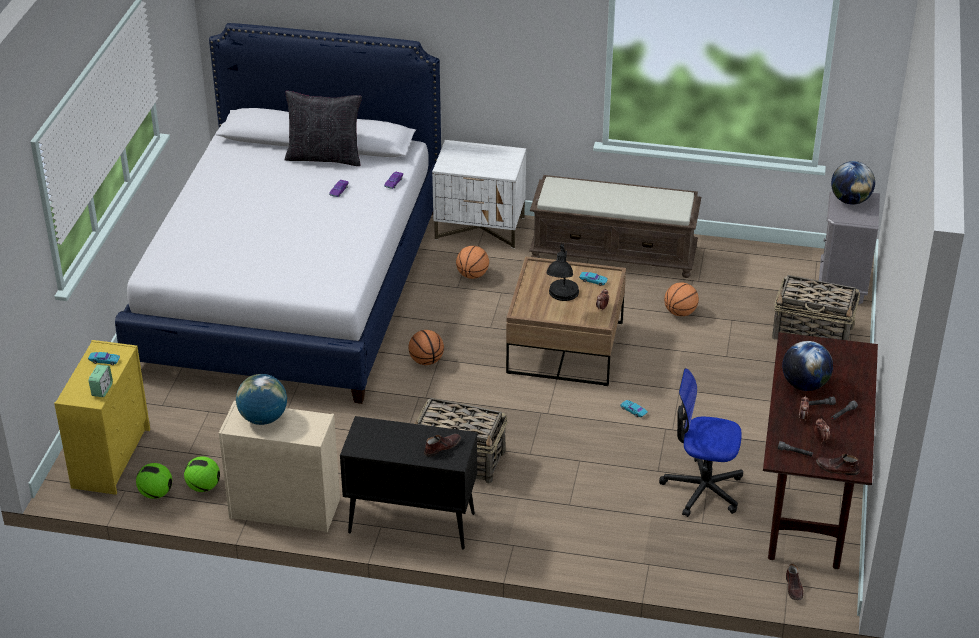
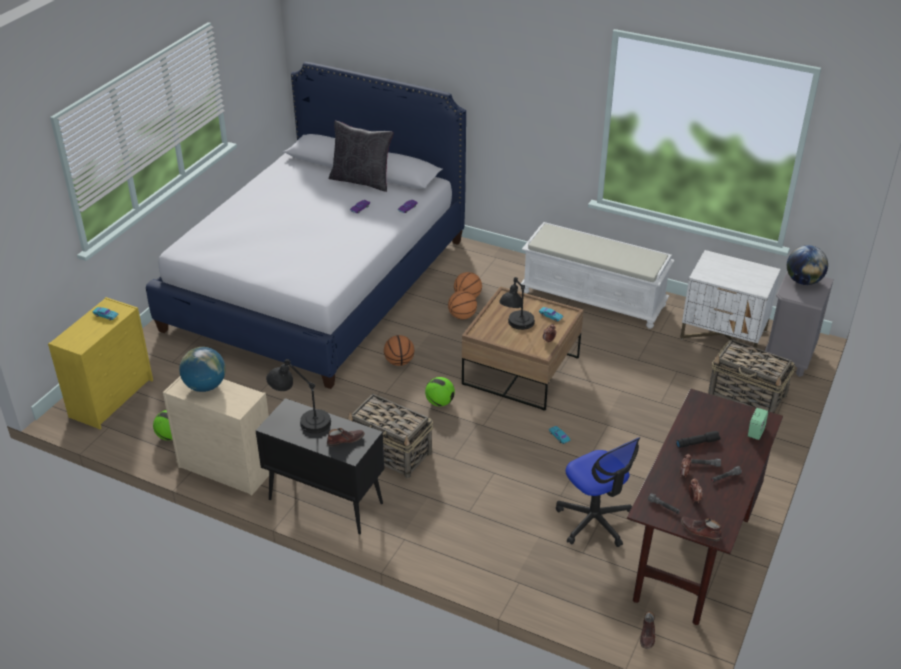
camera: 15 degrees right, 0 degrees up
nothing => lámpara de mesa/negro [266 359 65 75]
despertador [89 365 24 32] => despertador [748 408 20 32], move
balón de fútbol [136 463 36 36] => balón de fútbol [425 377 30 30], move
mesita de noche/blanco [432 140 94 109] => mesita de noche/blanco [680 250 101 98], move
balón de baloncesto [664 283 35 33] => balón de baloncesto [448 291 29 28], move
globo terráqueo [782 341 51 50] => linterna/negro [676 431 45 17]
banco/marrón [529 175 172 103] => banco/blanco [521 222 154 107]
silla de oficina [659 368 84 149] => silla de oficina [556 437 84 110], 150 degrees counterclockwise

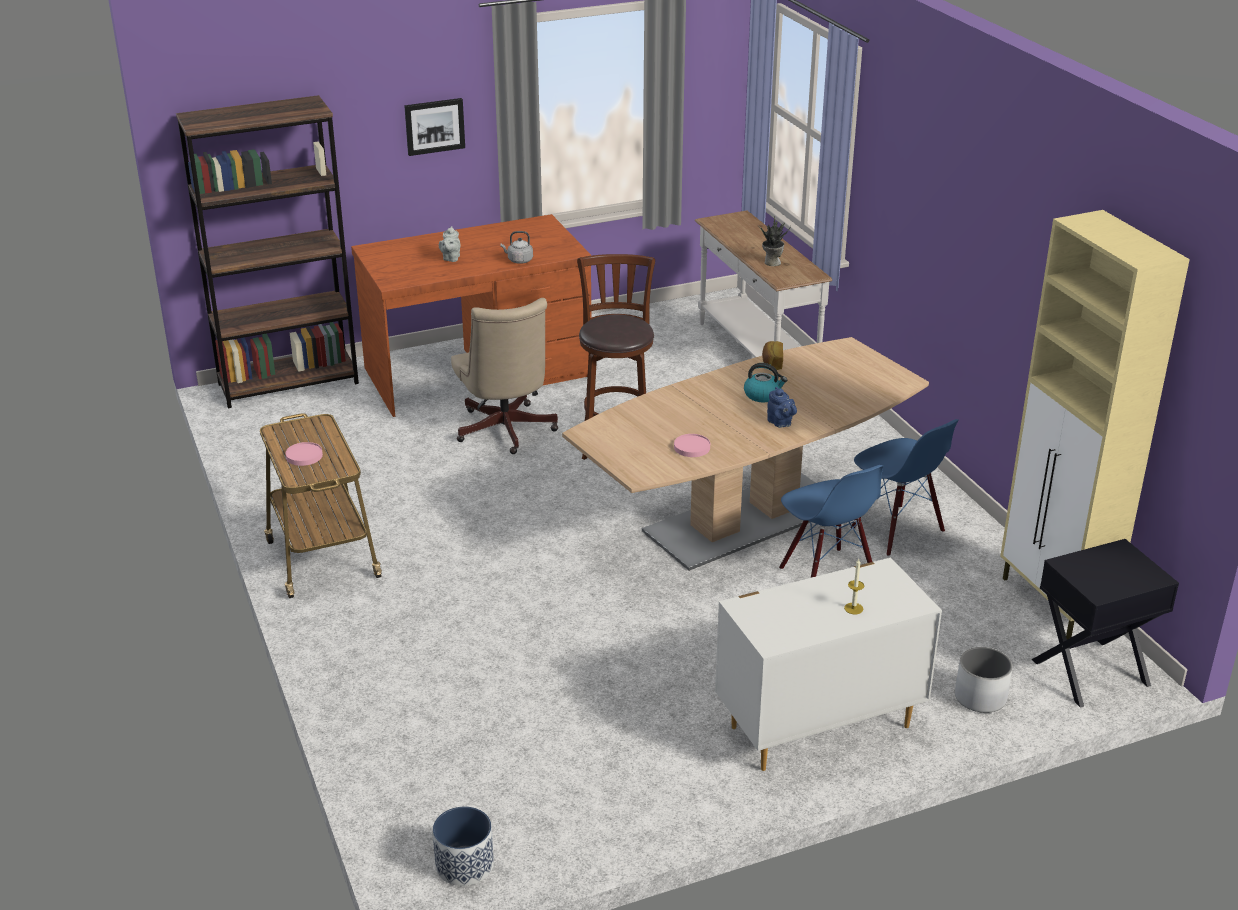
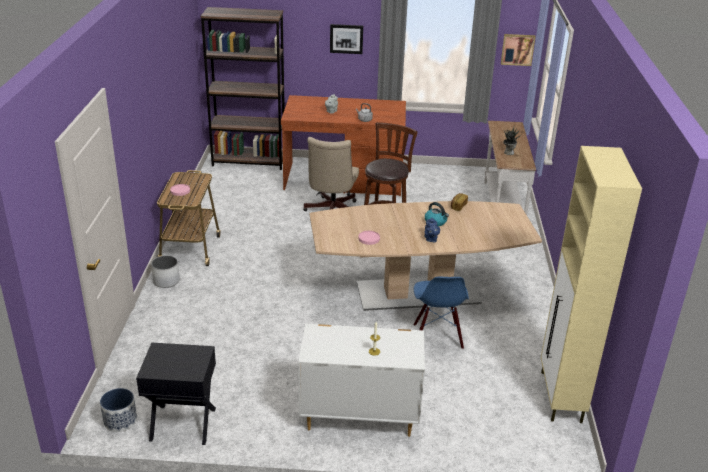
camera: 25 degrees right, 0 degrees up
silla/azul [851 419 108 138] => nothing
nothing => cuadro [501 34 35 32]
maceta/blanco [955 647 57 66] => maceta/blanco [151 256 29 32], move
mesita de noche/negro [1032 539 147 169] => mesita de noche/negro [136 343 80 102], move

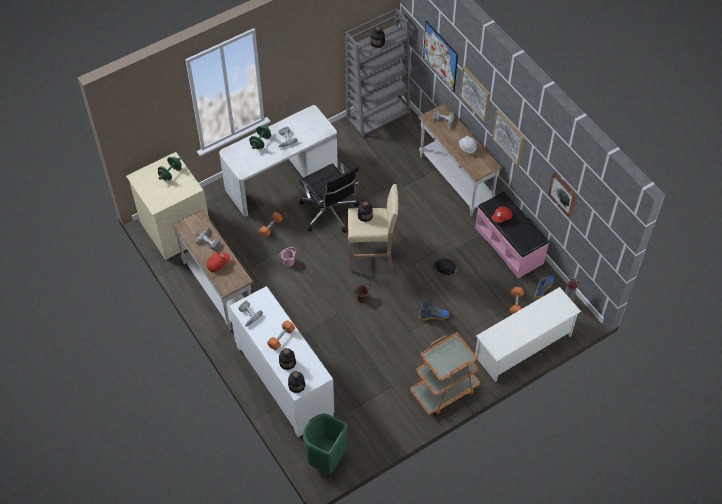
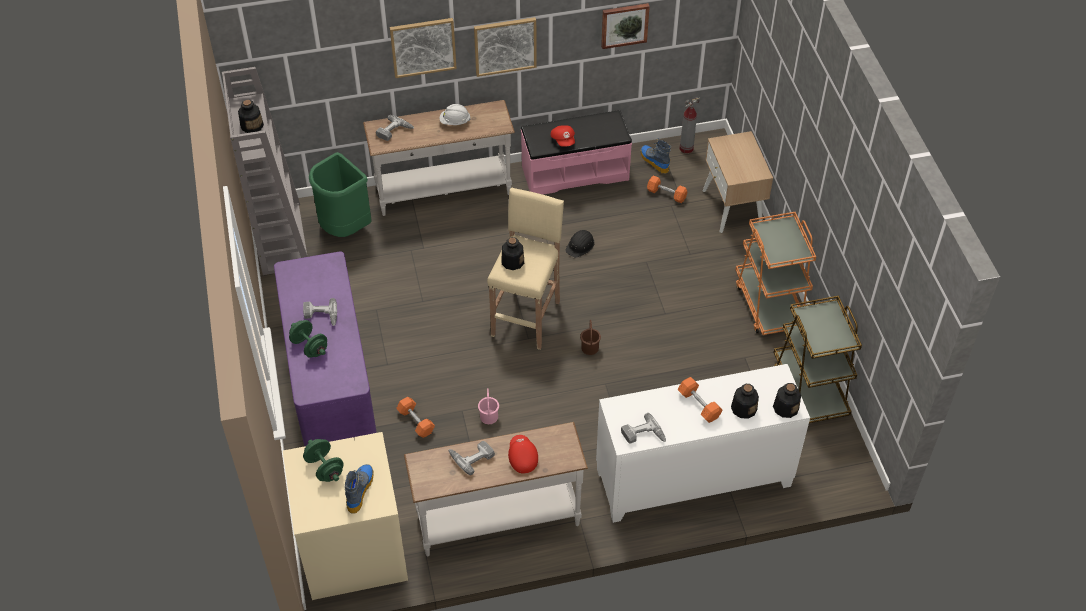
camera: 70 degrees left, 5 degrees down
silla de oficina/negro [299 161 61 72] => nothing
cuadro [423 21 35 71] => nothing
nothing => carrito/marrón [774 296 88 127]
papelera/verde [303 414 45 61] => papelera/verde [309 152 63 85], move
bota [419 302 30 19] => bota [344 464 30 50], move
zapatero/blanco [475 287 106 95] => mesita de noche/beis [703 131 70 102]
escritorio/blanco [219 105 119 111] => escritorio/morado [274 251 103 195]

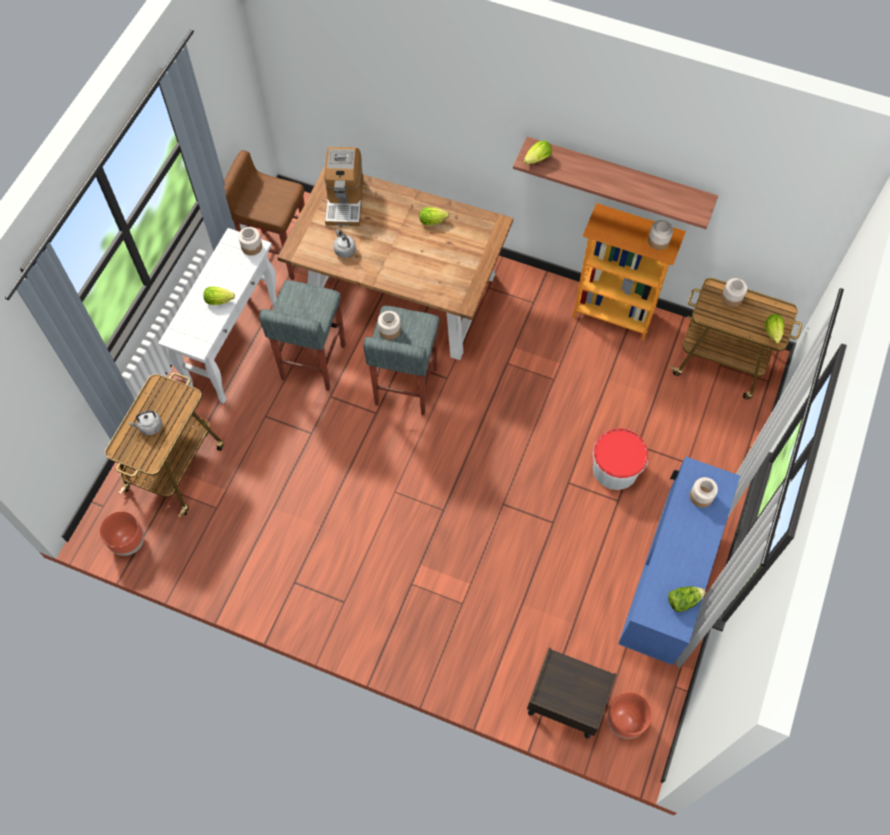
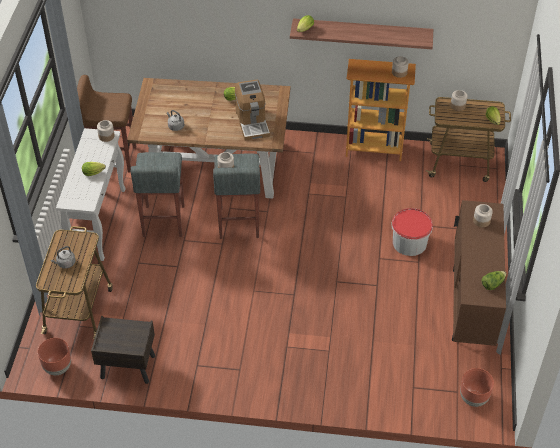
camera: 15 degrees left, 15 degrees down
cafetera [324 147 40 79] => cafetera [235 80 35 61], move
mesita de noche/marrón [527 648 90 91] => mesita de noche/marrón [91 316 64 68], move
armario/azul [618 456 122 209] => armario/marrón [452 200 54 146]

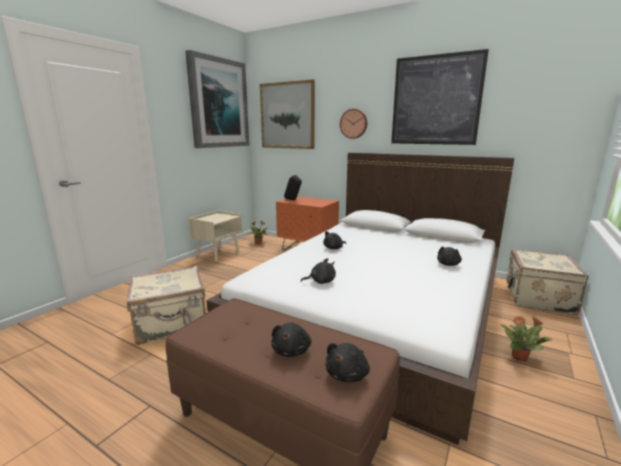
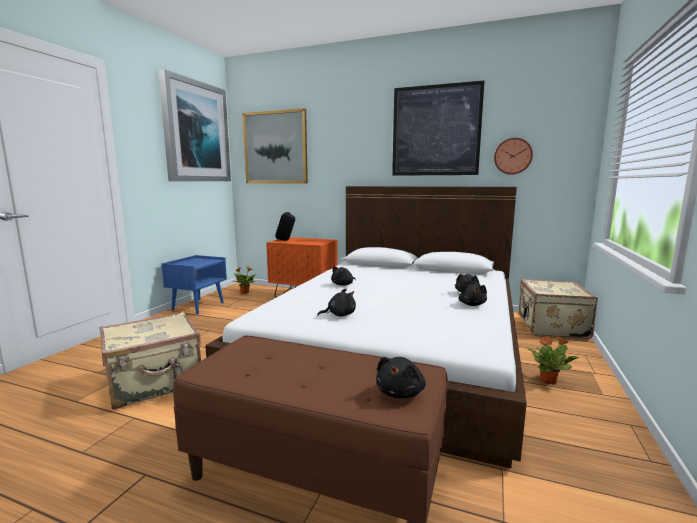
camera: 10 degrees left, 5 degrees down
peluche/negro [271 322 40 35] => peluche/negro [459 284 28 22], move
reloj de pared [340 109 27 30] => reloj de pared [494 138 39 37], move
mesita de noche/beis [189 210 53 52] => mesita de noche/azul [161 255 66 59]

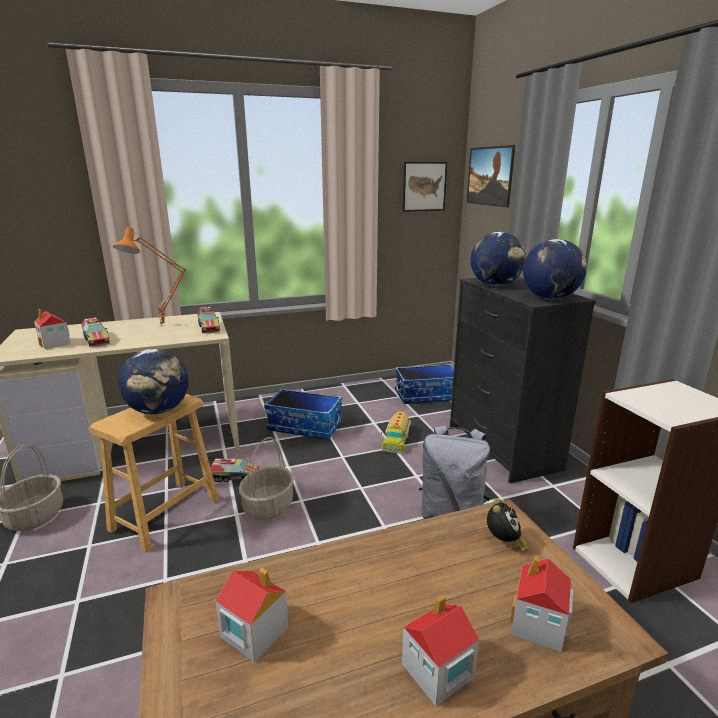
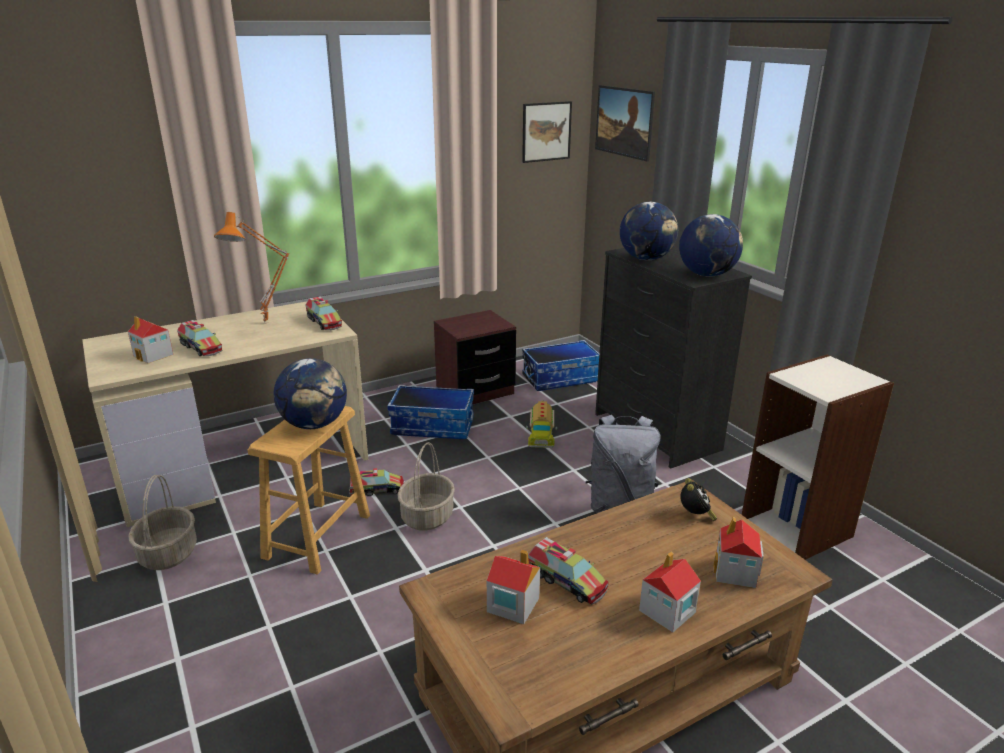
camera: 10 degrees left, 5 degrees up
nothing => mesita de noche/marrón [434 310 82 95]
nothing => camión de juguete [528 537 81 68]

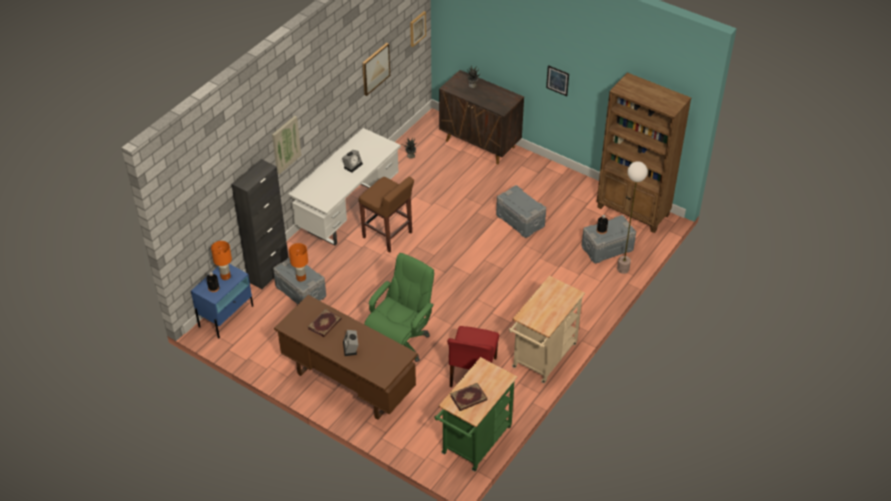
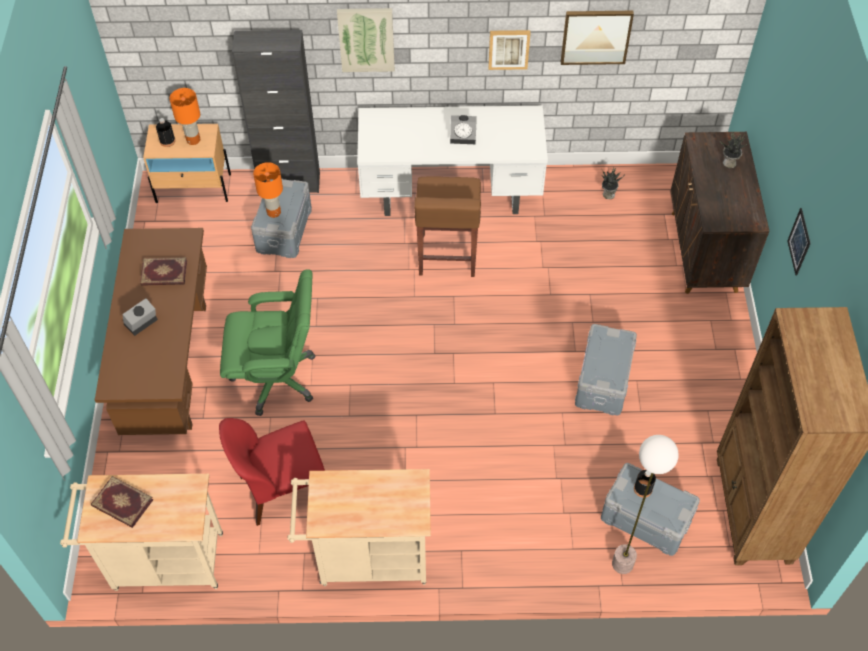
camera: 55 degrees right, 10 degrees up
cuadro [410 11 16 36] => cuadro [488 30 42 40], move
mesita de noche/azul [191 264 62 75] => mesita de noche/beis [143 124 88 79]
carrito/verde [434 357 83 114] => carrito/beis [60 474 163 117]

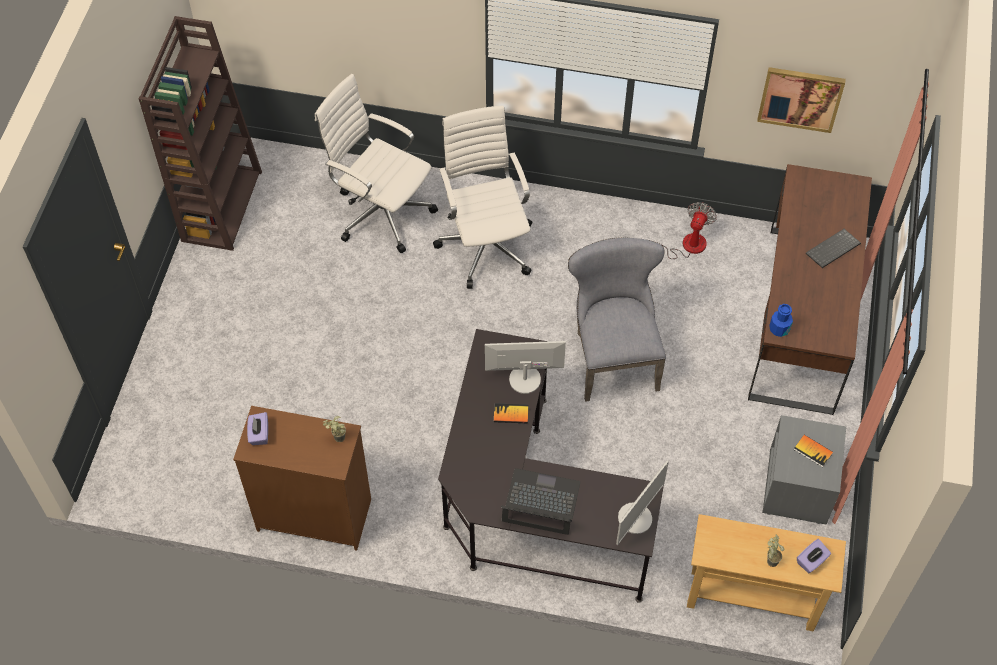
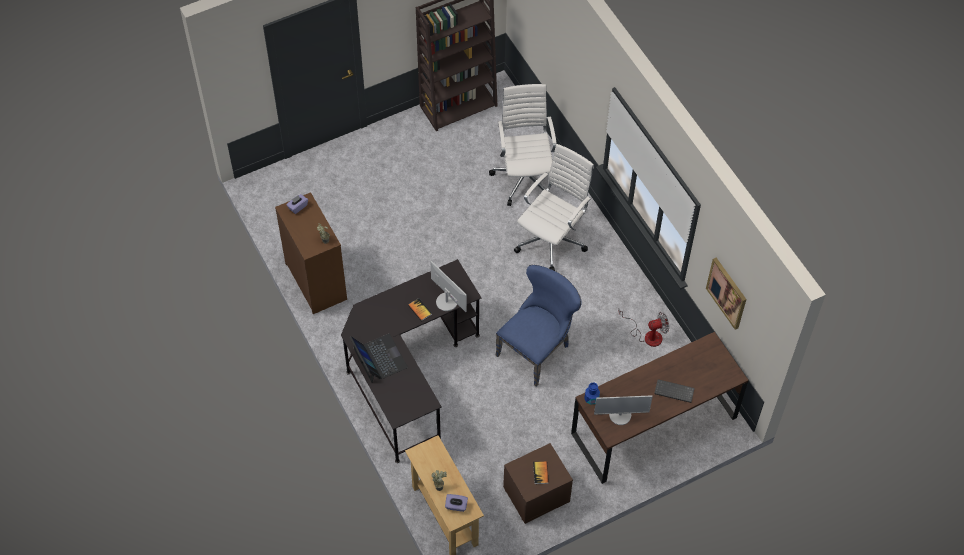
camera: 50 degrees right, 0 degrees up
monitor [616 460 53 85] => monitor [594 395 59 30], move
silla/gris [568 238 98 164] => silla/azul [495 265 86 122]
mesita de noche/gris [762 415 84 110] => mesita de noche/marrón [503 443 70 81]

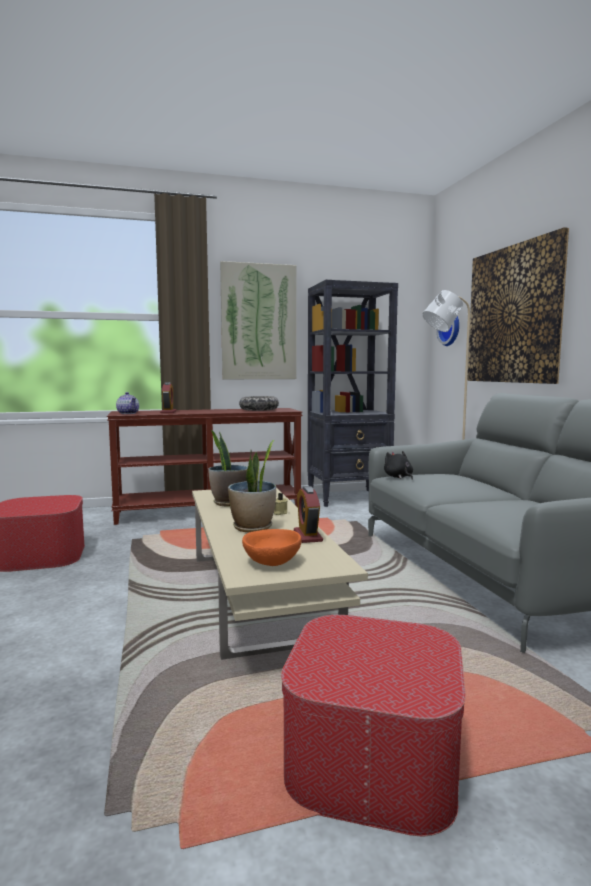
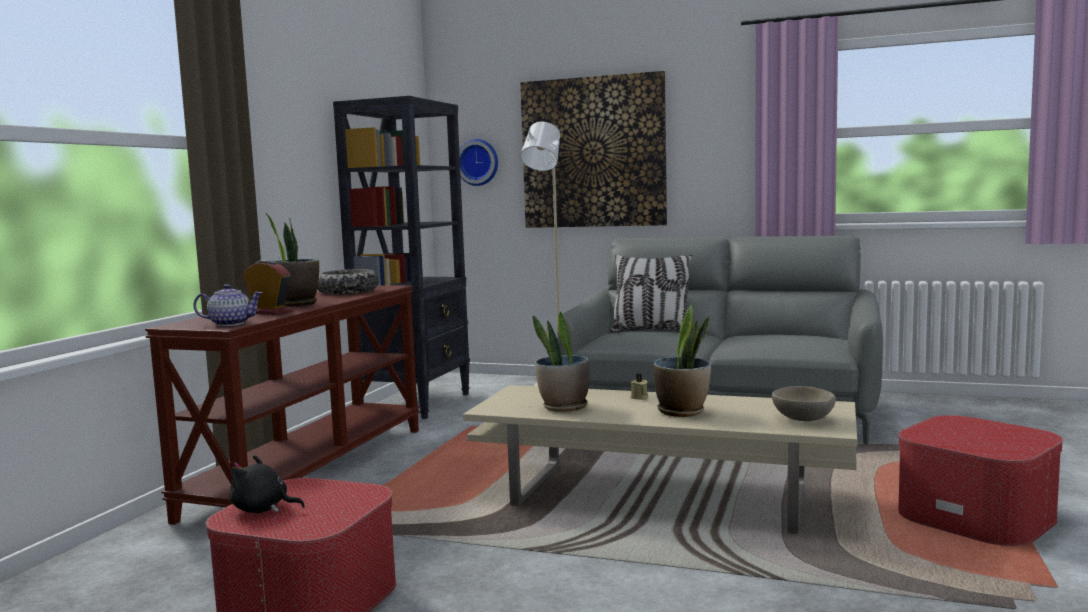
camera: 55 degrees left, 0 degrees up
cuadro [220 261 77 118] => nothing
despertador [294 486 29 57] => nothing
nothing => planta en maceta [265 213 54 93]
nothing => cojín [610 254 82 78]
peluche/negro [384 451 29 28] => peluche/negro [229 455 76 58], move
cuenco/naranja [242 529 60 37] => cuenco/beis [772 386 64 35]

